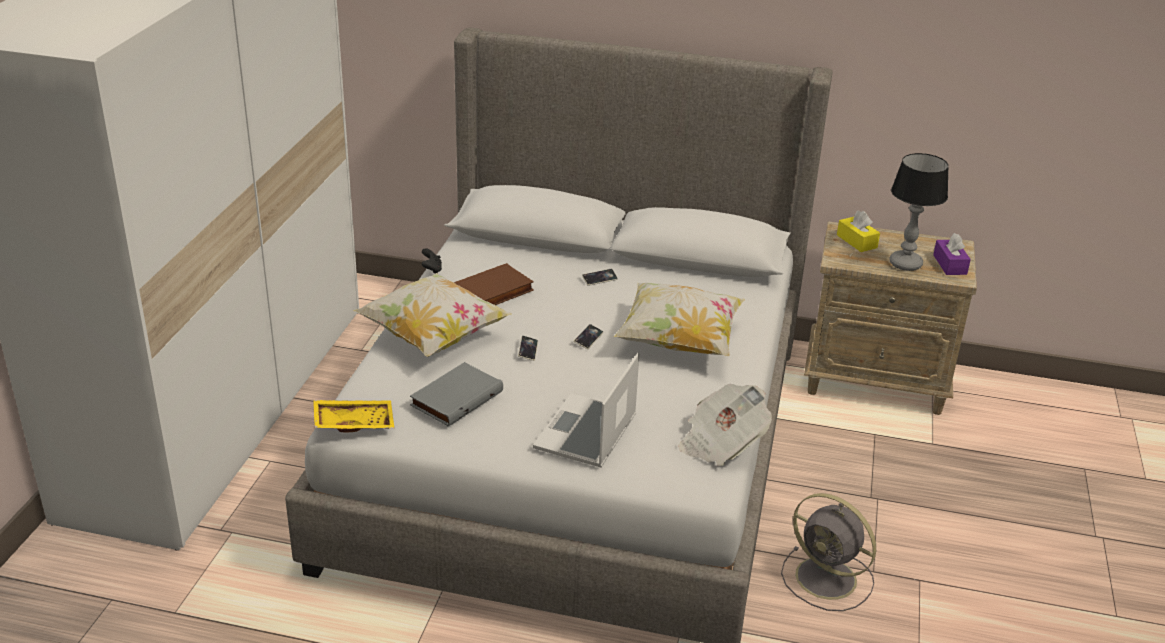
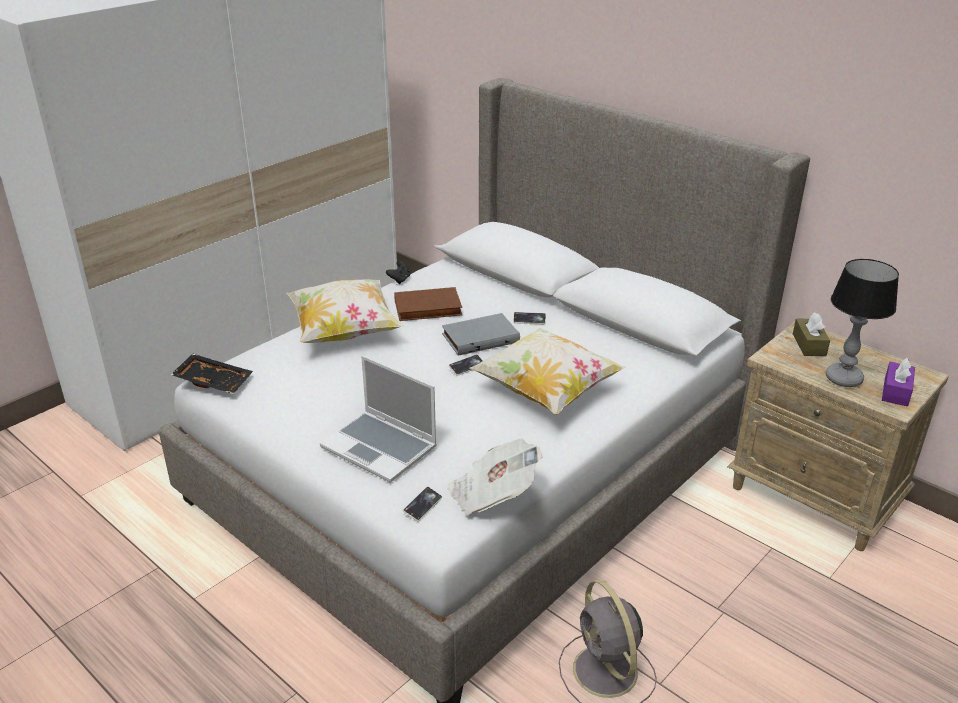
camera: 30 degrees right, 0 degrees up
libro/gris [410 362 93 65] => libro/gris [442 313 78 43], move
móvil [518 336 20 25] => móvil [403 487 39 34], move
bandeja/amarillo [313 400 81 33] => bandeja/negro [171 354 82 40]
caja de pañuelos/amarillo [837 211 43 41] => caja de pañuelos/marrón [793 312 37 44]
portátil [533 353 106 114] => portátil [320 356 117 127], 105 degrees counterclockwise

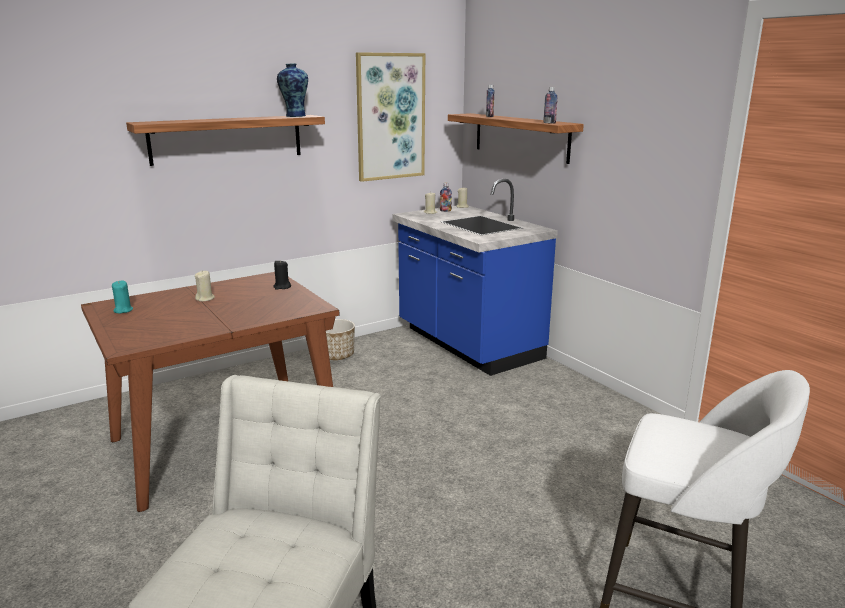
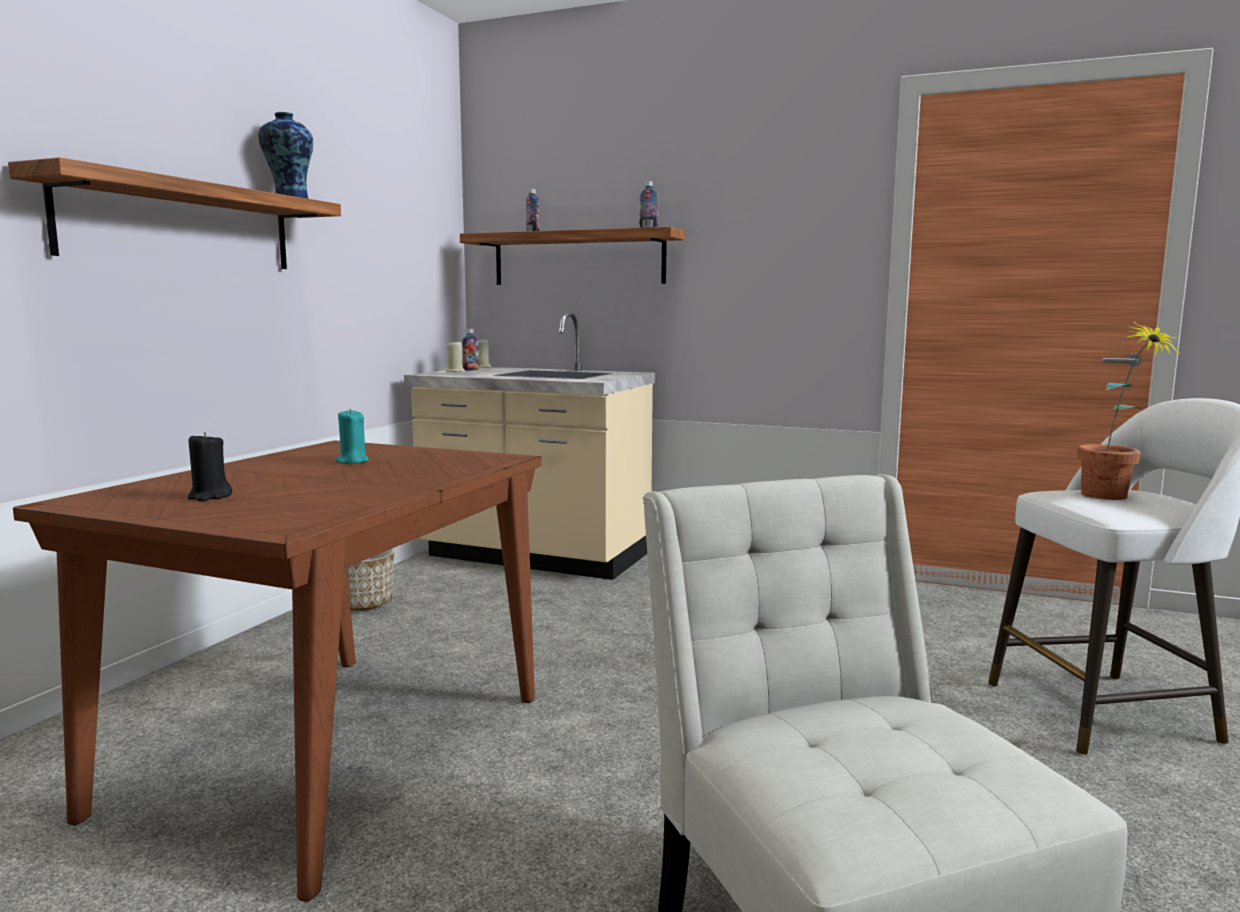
camera: 35 degrees left, 10 degrees down
vela/beis [195 271 20 31] => nothing
cuadro [356 52 69 130] => nothing
nothing => planta en maceta [1077 322 102 178]
vela/turquesa [112 281 21 33] => vela/turquesa [335 409 34 55], move
vela/negro [273 260 18 30] => vela/negro [188 432 44 69], move
mueble bajo de cocina/azul [393 179 165 197] => mueble bajo de cocina/beis [404 312 251 268]

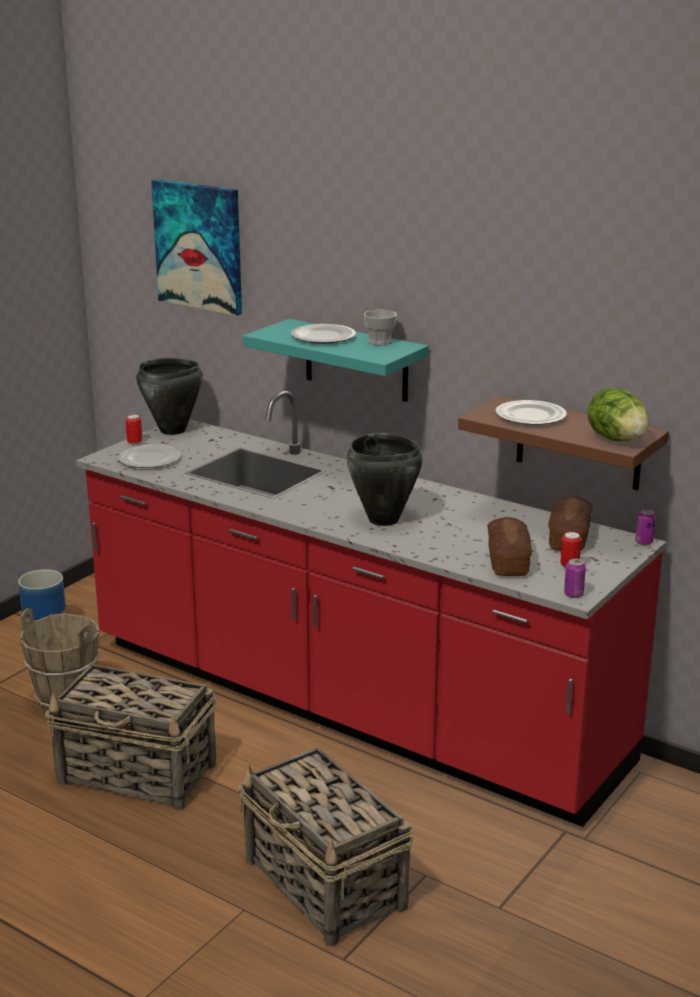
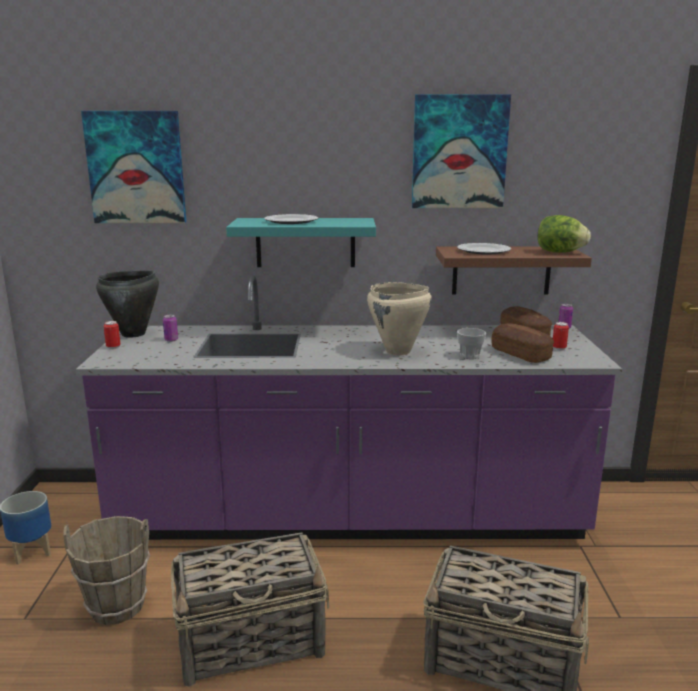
camera: 35 degrees left, 5 degrees down
plato [118 445 62 23] => nothing
nothing => cuadro [412 94 99 114]
taza [364 310 33 35] => taza [457 328 29 31], move
lata [564 558 22 40] => lata [163 315 15 27], move
mueble bajo de cocina/rojo [76 391 590 436] => mueble bajo de cocina/morado [76 275 546 265]
olla/negro [347 433 75 93] => olla/beis [367 282 65 73]

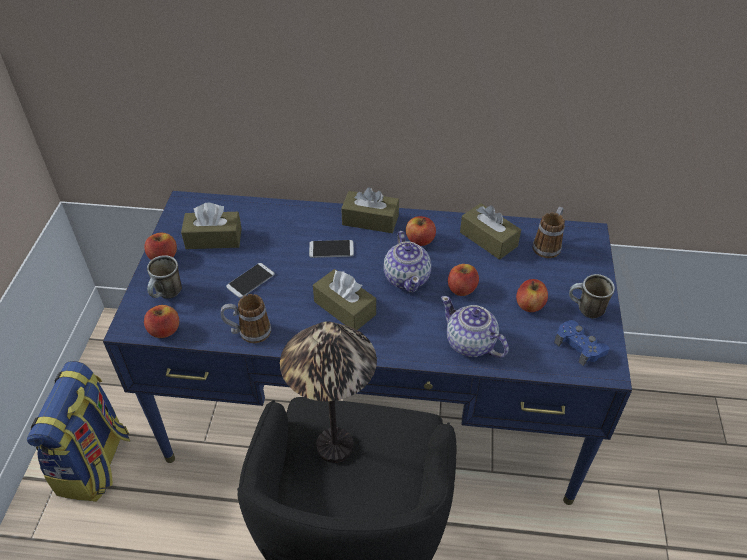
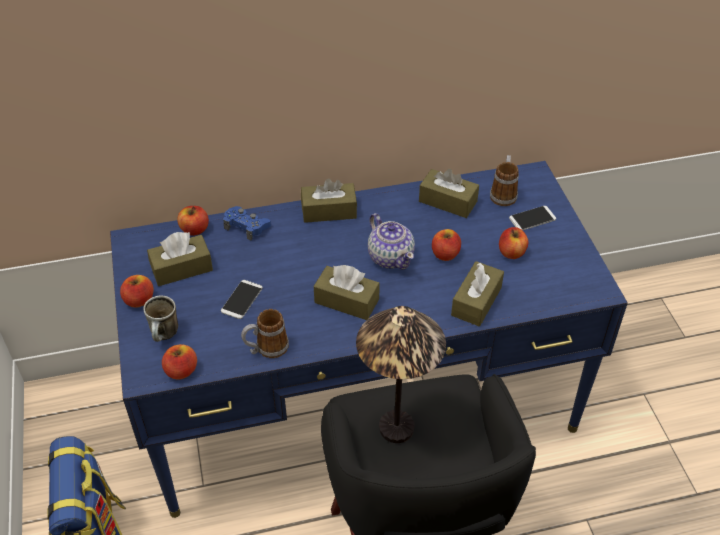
camera: 20 degrees left, 0 degrees up
taza grande [569 274 46 44] => nothing
móvil [309 240 45 18] => móvil [509 206 47 24], move
manzana [406 216 30 30] => manzana [177 206 32 30], move
mando de consola/azul [554 320 55 46] => mando de consola/azul [223 206 48 35], move
tetera [441 296 68 62] => caja de pañuelos/marrón [451 261 53 65]

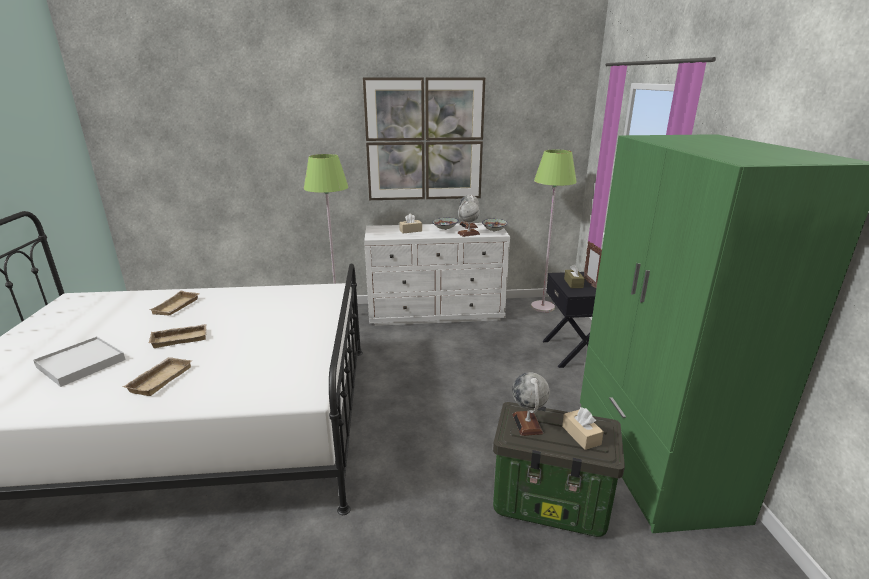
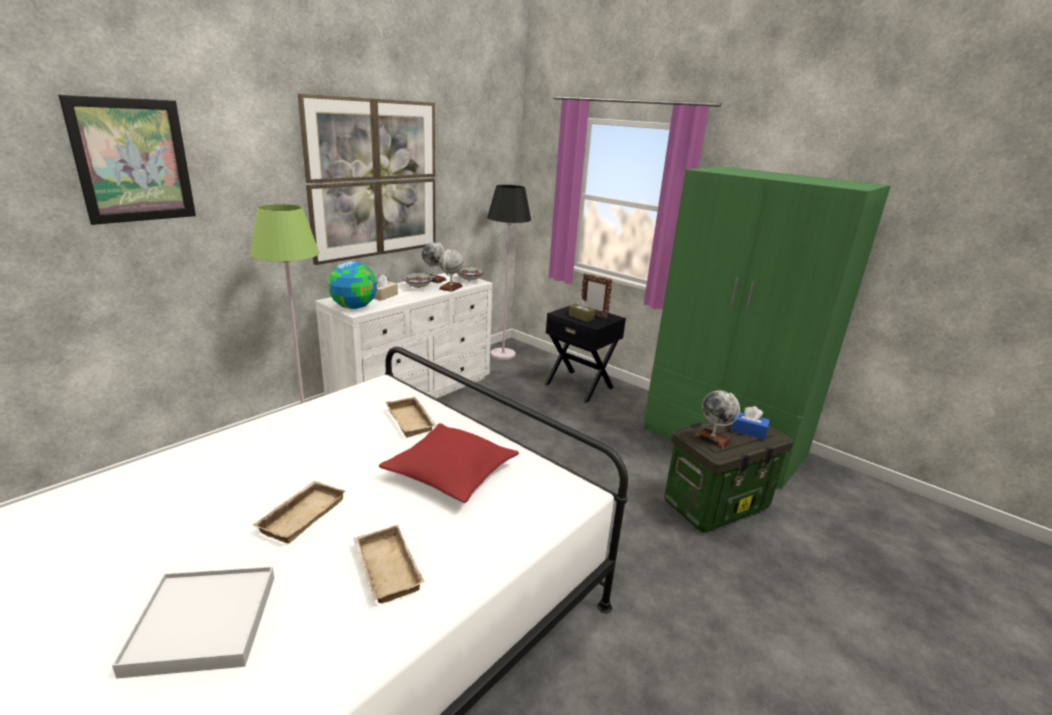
camera: 45 degrees left, 0 degrees up
nothing => cuadro [58 95 138 130]
nothing => globo terráqueo [328 261 49 48]
nothing => cojín/rojo [379 423 140 80]
bandeja/beis [150 291 50 25] => bandeja/beis [385 397 52 41], move
lámpara de pie/verde [531 149 46 163] => lámpara de pie/negro [487 185 44 175]
caja de pañuelos/beis [562 407 42 43] => caja de pañuelos/azul [731 406 39 33]

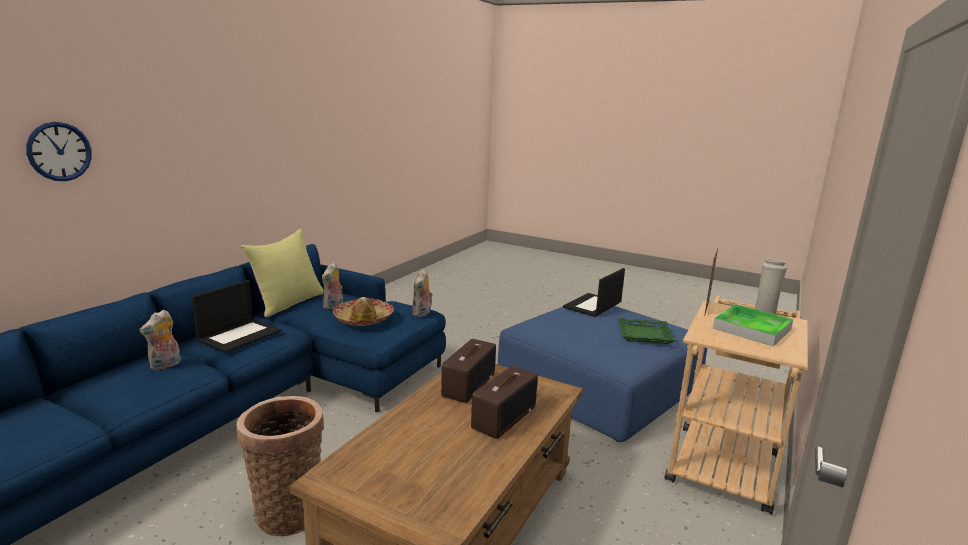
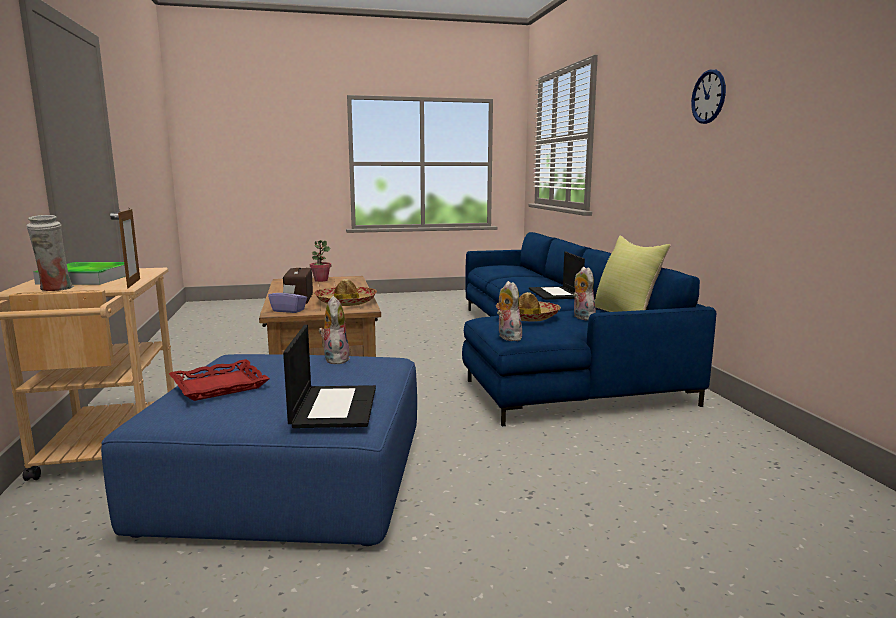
camera: 140 degrees right, 5 degrees down
cesta [237 396 87 140] => nothing
nothing => caja de pañuelos/morado [268 285 39 28]
nothing => planta en maceta [310 240 21 42]
reloj de pared [26 122 66 59] => reloj de pared [691 70 35 54], move
peluche [139 310 42 60] => peluche [319 296 31 68], move
radio [441 339 55 64] => sombrero [314 279 63 27]
bandeja/verde [617 318 59 26] => bandeja/rojo [169 359 101 42]

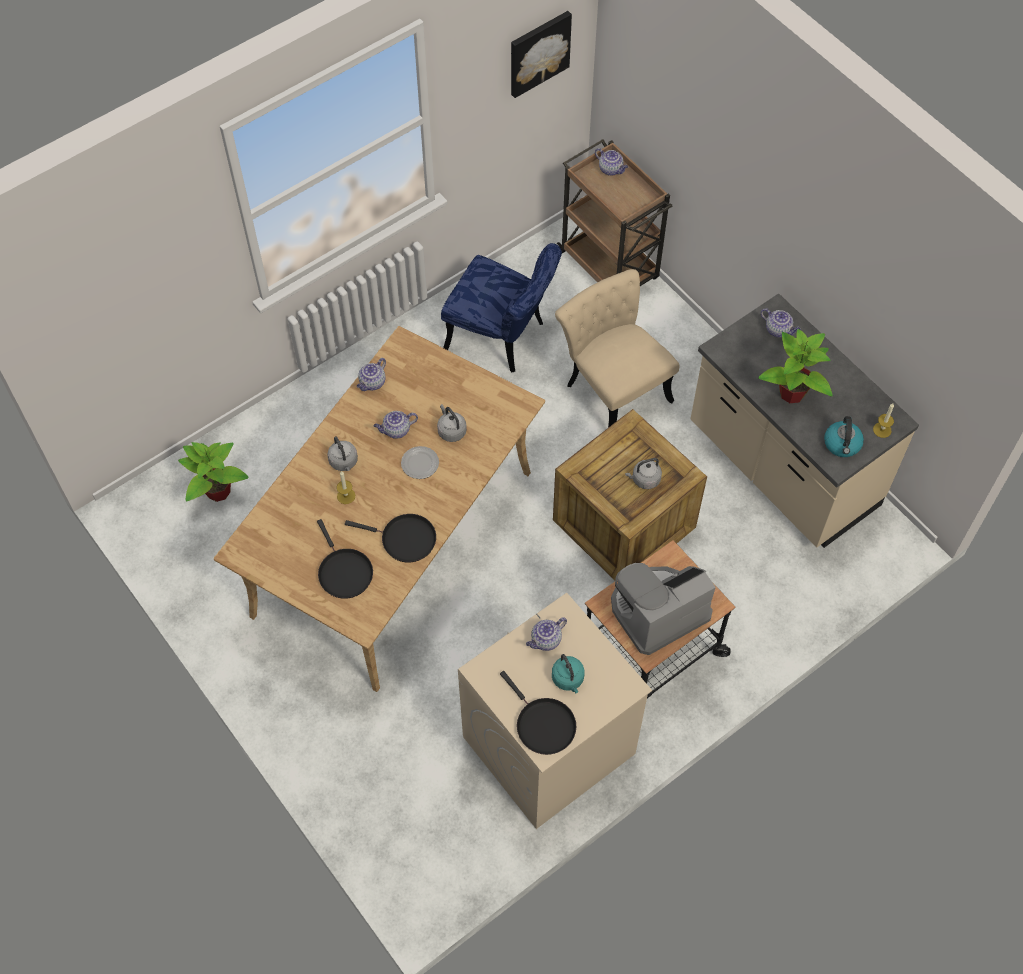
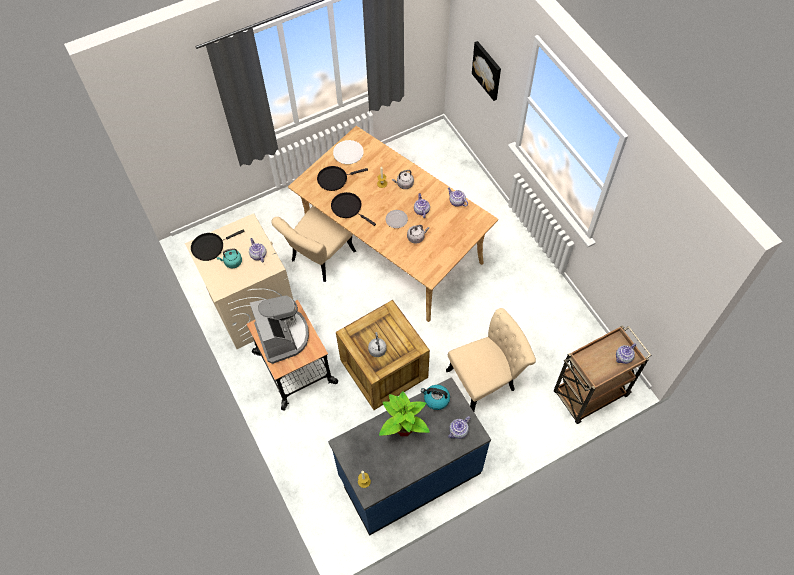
camera: 100 degrees right, 0 degrees up
planta en maceta [178 442 71 60] => nothing
silla/azul [441 243 121 130] => nothing
nothing => silla/beis [271 206 85 76]
nothing => plato/blanco [333 140 31 24]
cuadro [511 11 61 87] => cuadro [472 41 29 60], move
hervidor [824 416 40 41] => hervidor [421 385 29 25], move
mueble bajo de cocina/beis [690 294 229 254] => mueble bajo de cocina/azul [328 377 163 159]
sartén/negro [345 514 91 48] => sartén/negro [331 192 45 34], 105 degrees clockwise

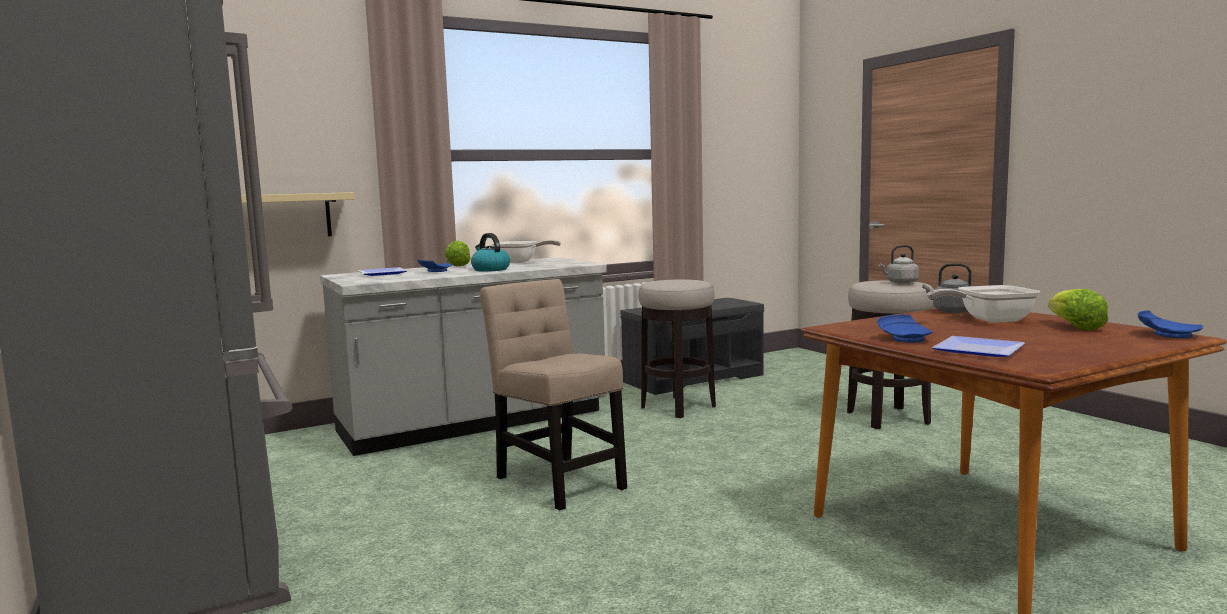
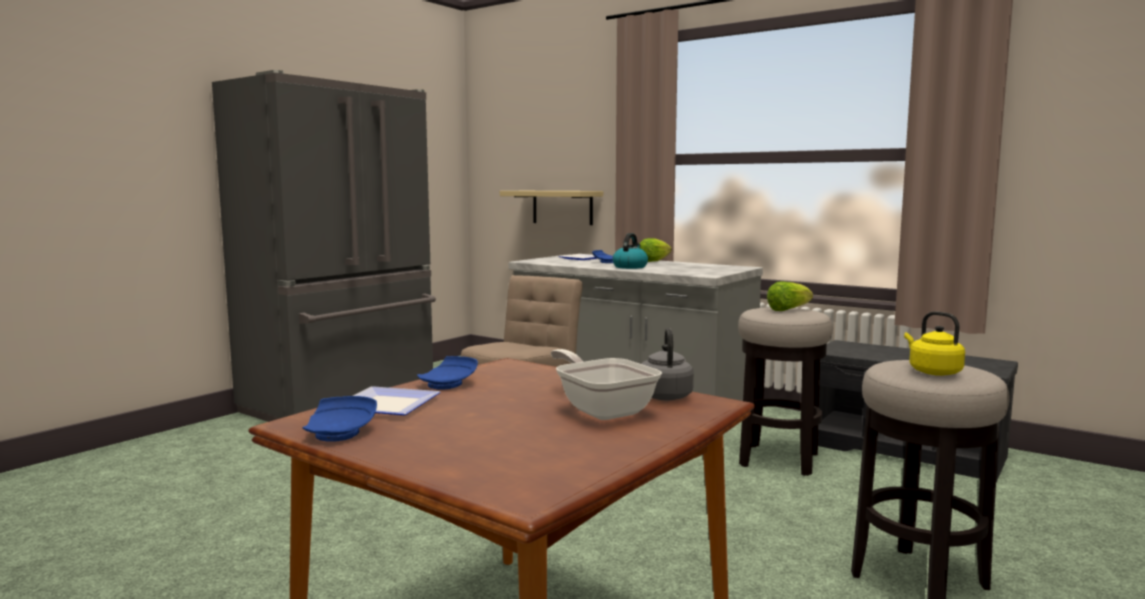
camera: 65 degrees right, 0 degrees up
sartén [492 240 69 23] => nothing
lechuga [1048 289 60 41] => lechuga [767 281 46 30], move
plato/azul [1138 310 65 28] => plato/azul [302 396 75 46], move
hervidor/gris [879 245 40 39] => hervidor/amarillo [904 311 61 65]

